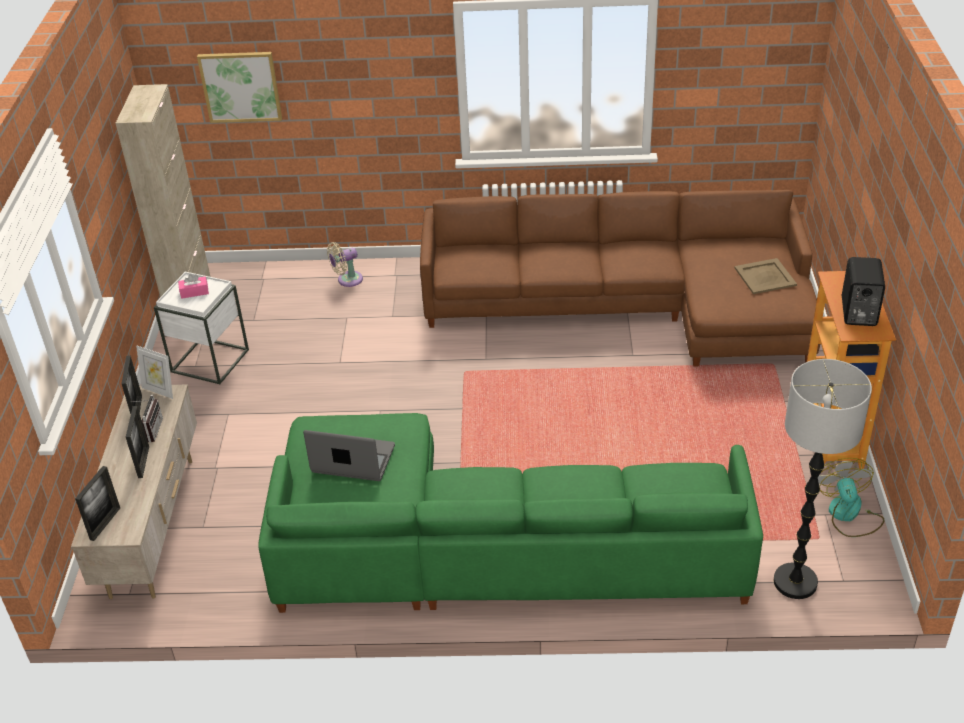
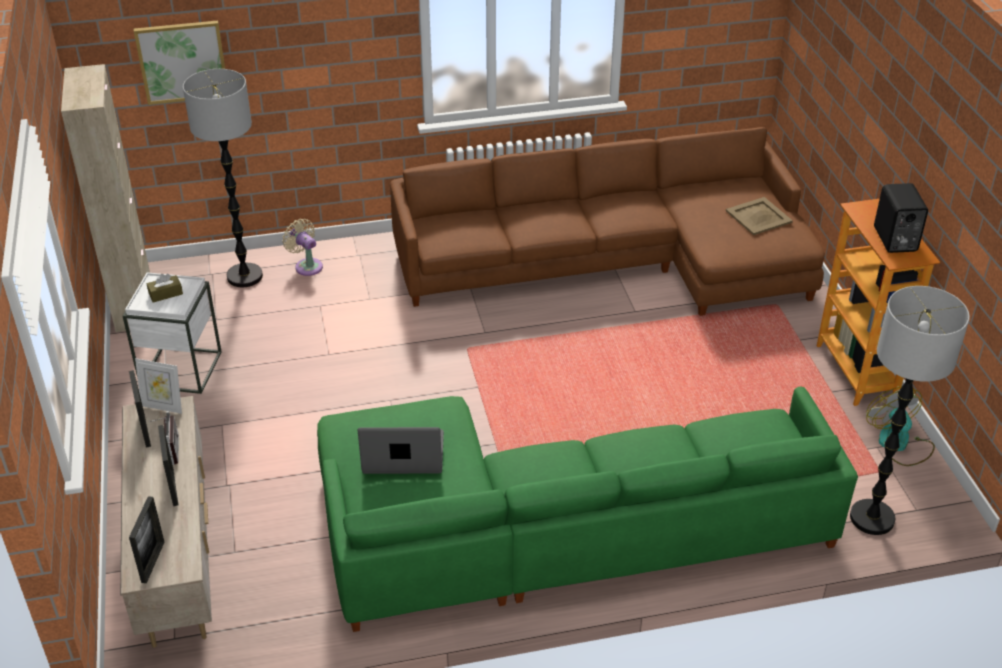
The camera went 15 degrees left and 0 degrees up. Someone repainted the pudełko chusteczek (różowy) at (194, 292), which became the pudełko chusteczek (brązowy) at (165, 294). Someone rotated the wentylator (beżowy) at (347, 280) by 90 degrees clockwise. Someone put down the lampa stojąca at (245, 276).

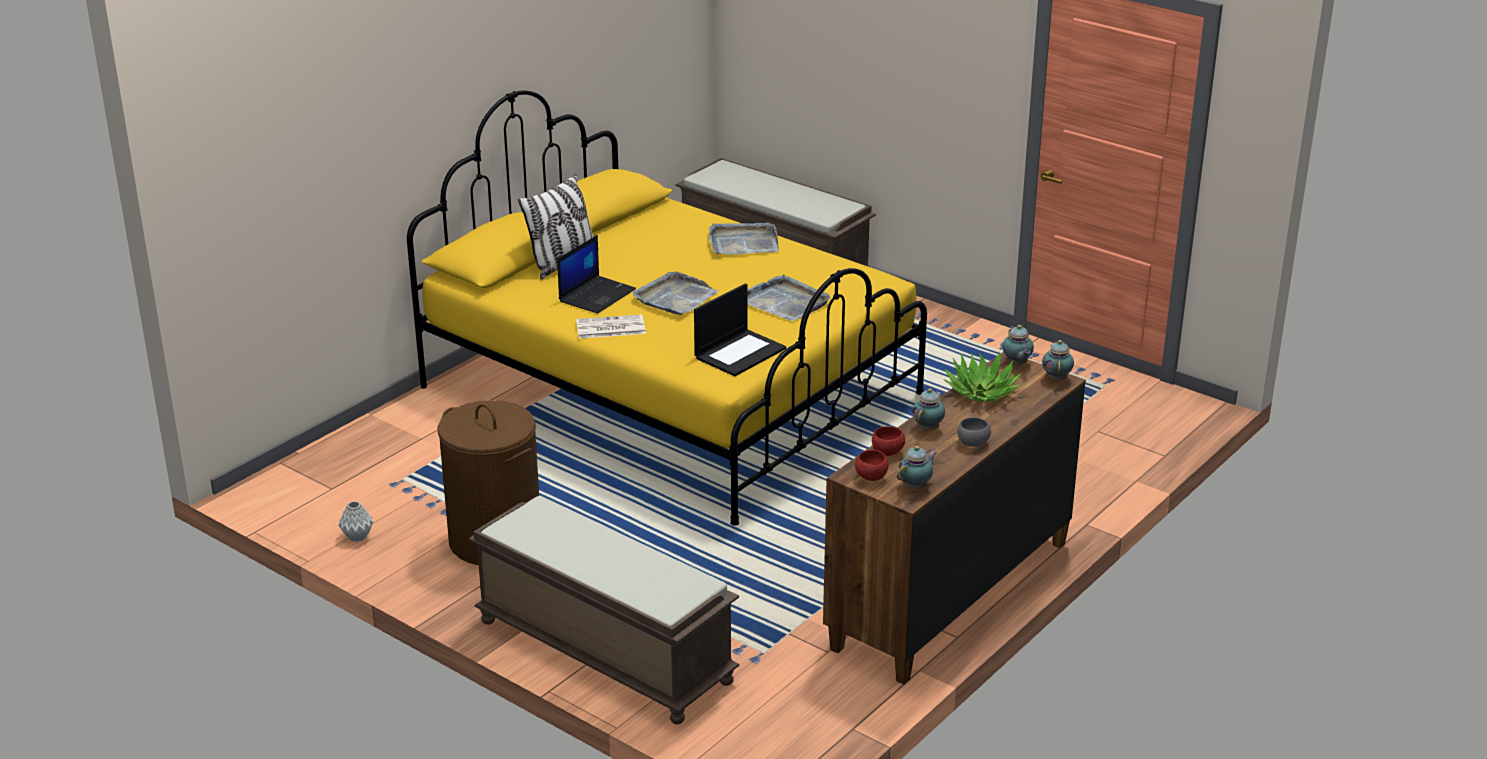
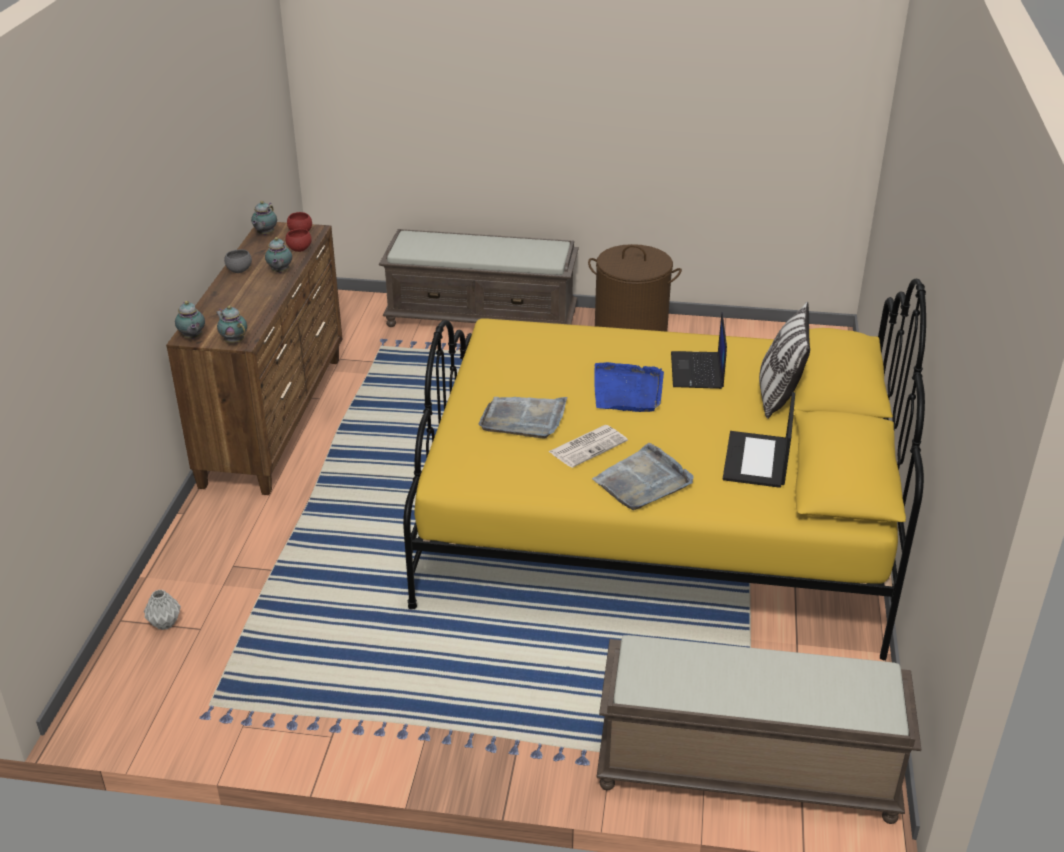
The camera went 150 degrees right and 5 degrees up. Someone carried the wazon (szary) from (357, 537) to (164, 623). Someone carried the gazeta from (609, 328) to (588, 446). Someone repainted the taca (szary) at (675, 297), which became the taca (niebieski) at (627, 391). Someone carried the laptop from (740, 352) to (757, 460). Someone took away the roślina doniczkowa at (981, 392).

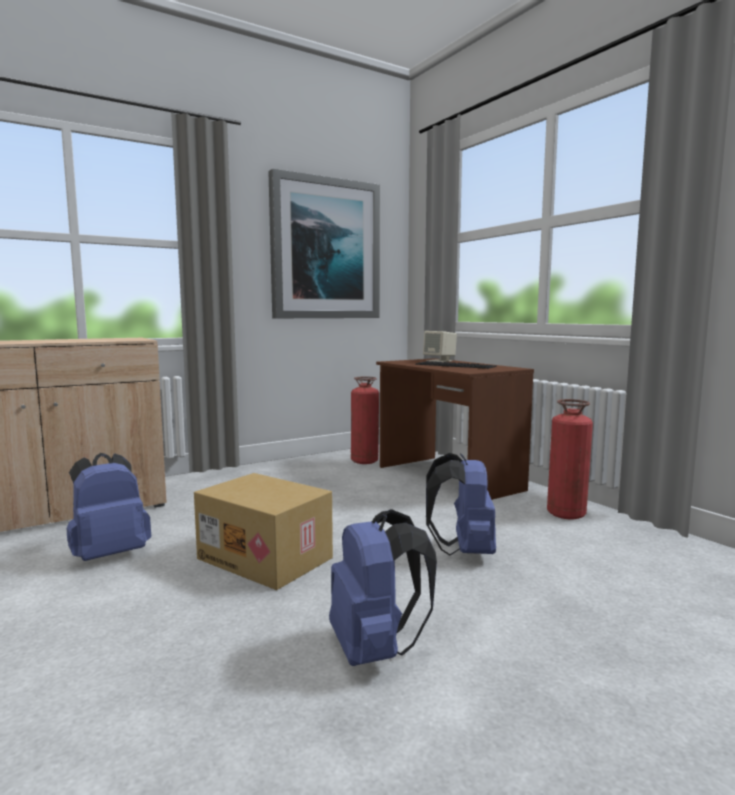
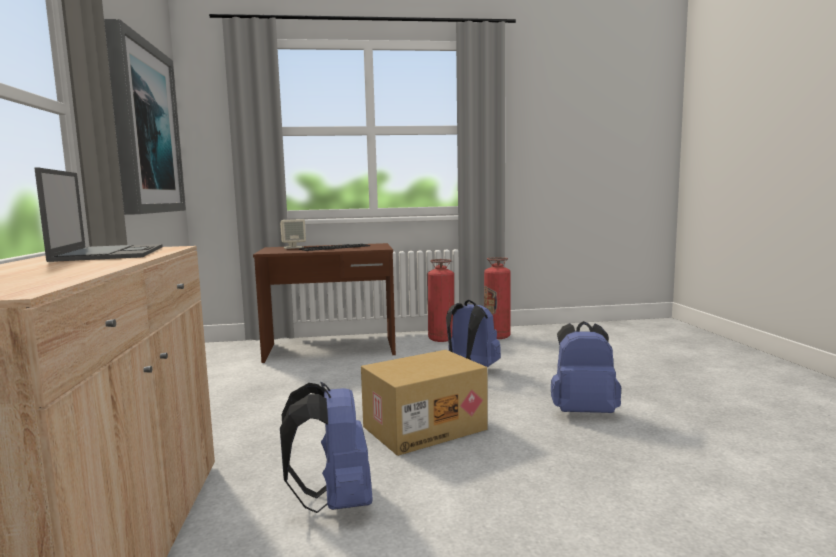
The camera went 65 degrees left and 0 degrees up. Someone carried the gaśnica from (364, 461) to (497, 336). Someone put down the laptop at (110, 253).

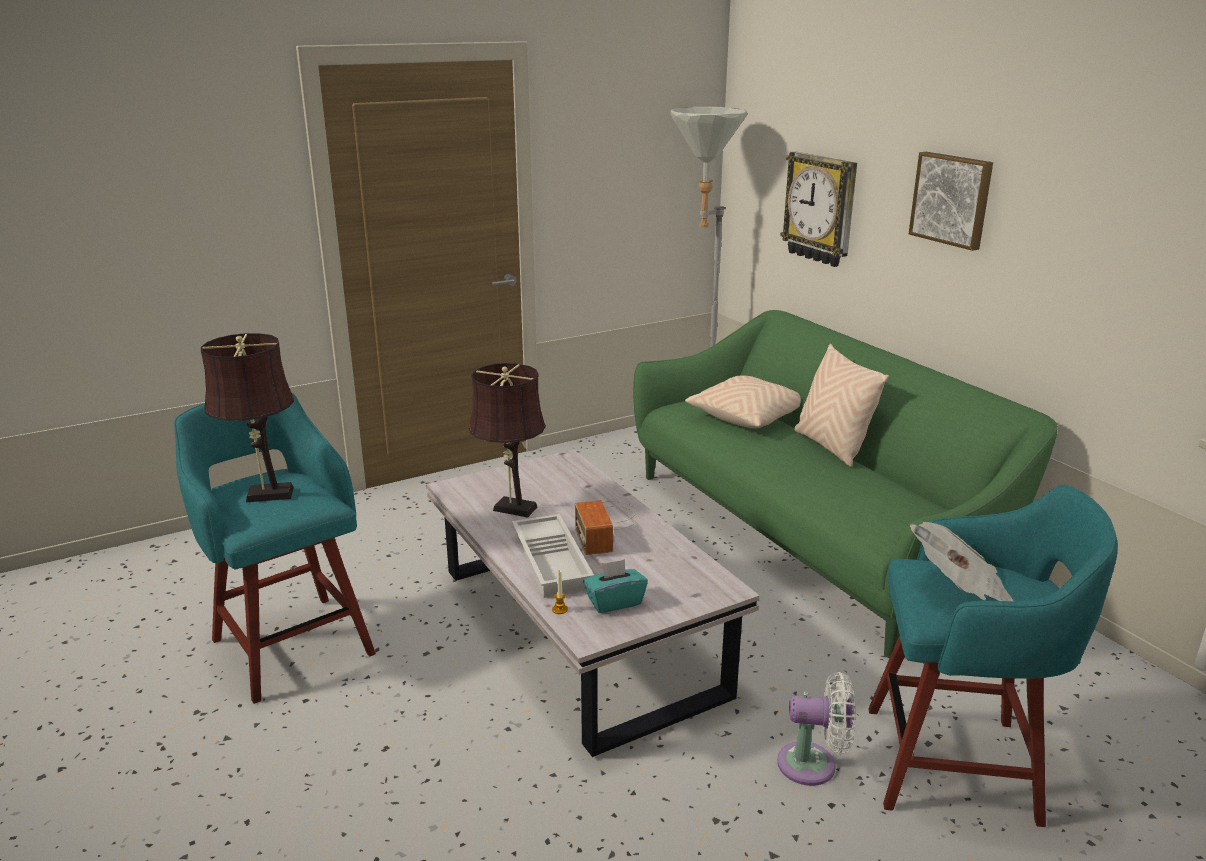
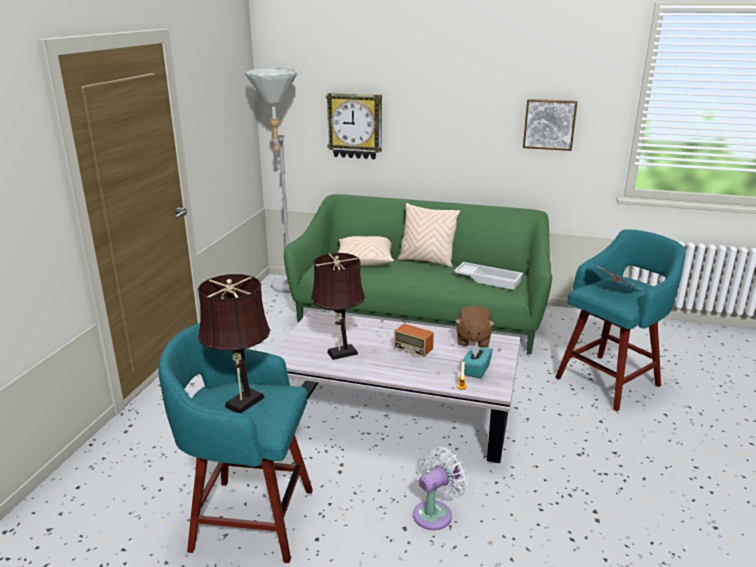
The camera went 45 degrees left and 0 degrees up. Someone carried the taca (biały) from (553, 562) to (488, 279). Someone carried the wentylator (biały) from (813, 765) to (436, 513). Someone carried the obraz from (952, 199) to (549, 124). Someone put down the pluszak (brązowy) at (473, 340).

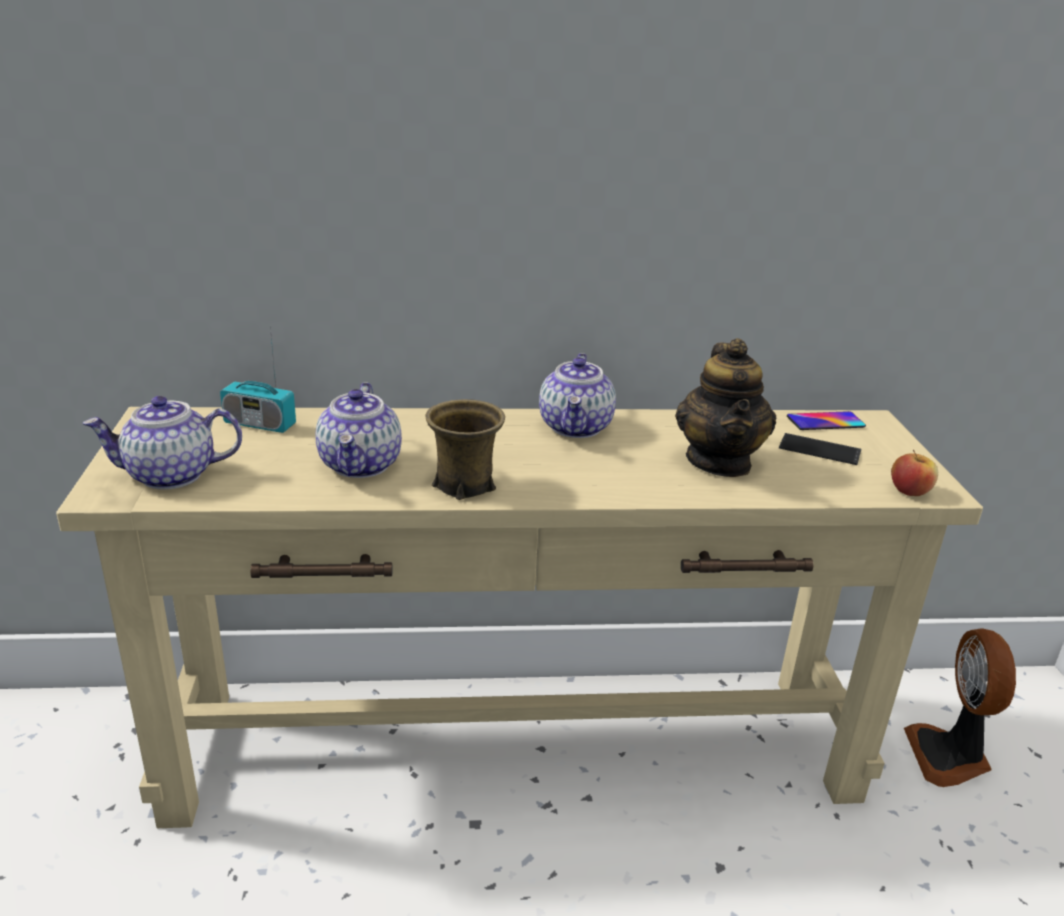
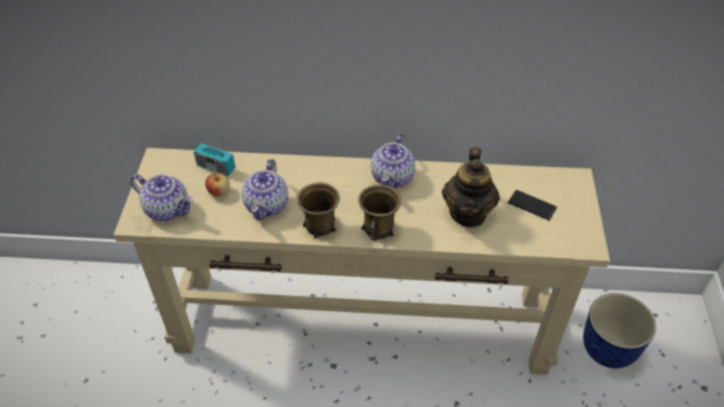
The camera went 10 degrees right and 20 degrees up. Someone rotated the imbryk at (170, 476) by 150 degrees counterclockwise. Someone took away the telefon at (825, 422). Someone carried the jabłko from (909, 491) to (219, 192). Someone swapped the wentylator at (949, 756) for the donica at (608, 351). Someone put down the kubek (brązowy) at (379, 228).

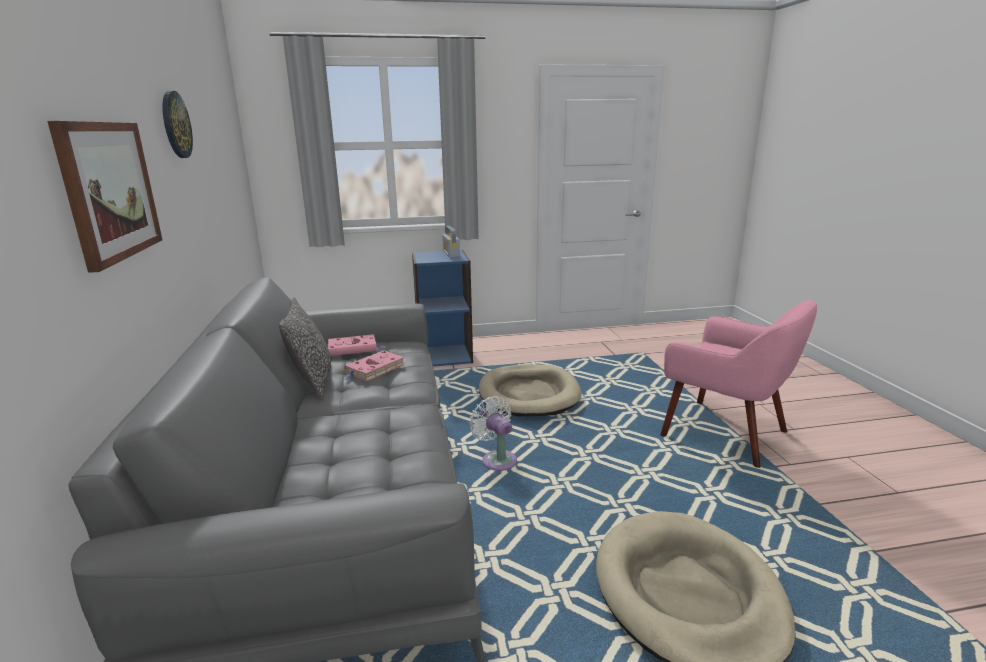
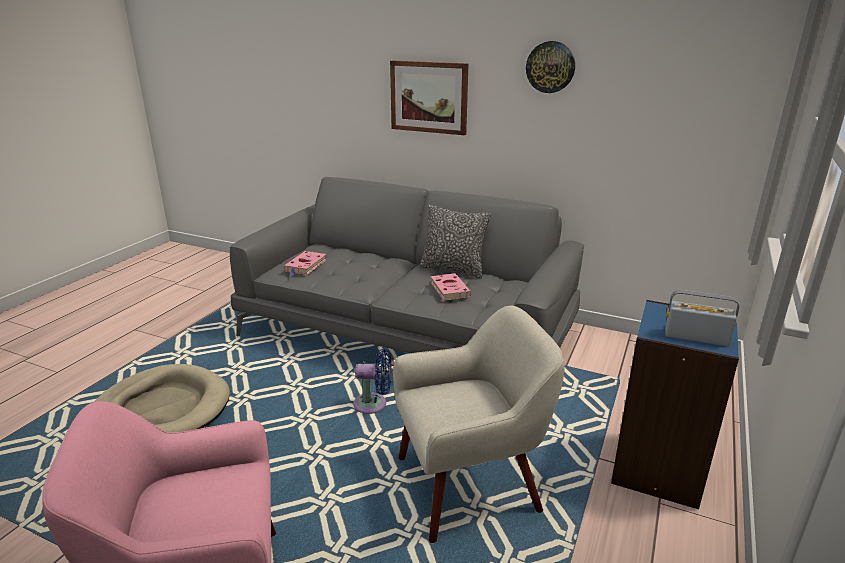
The camera went 125 degrees right and 5 degrees up. Someone carried the książka (różowy) from (354, 348) to (305, 266). Someone repainted the wentylator (biały) at (497, 459), which became the wentylator (niebieski) at (374, 404). Someone swapped the legowisko (beżowy) at (528, 394) for the fotel (beżowy) at (470, 484).

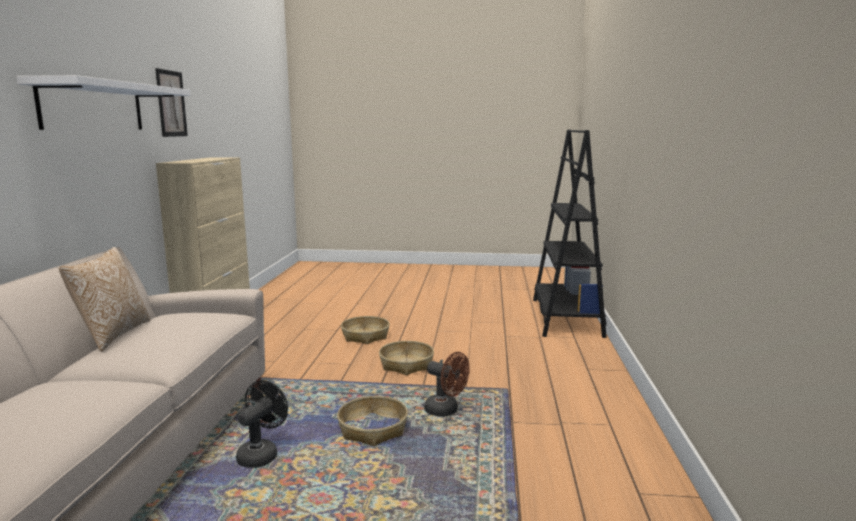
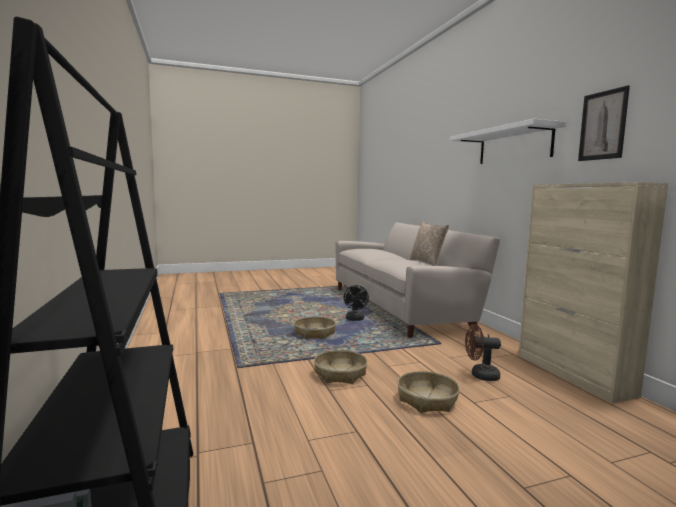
The camera went 155 degrees right and 5 degrees down. Someone carried the wentylator (brązowy) from (446, 411) to (480, 375).

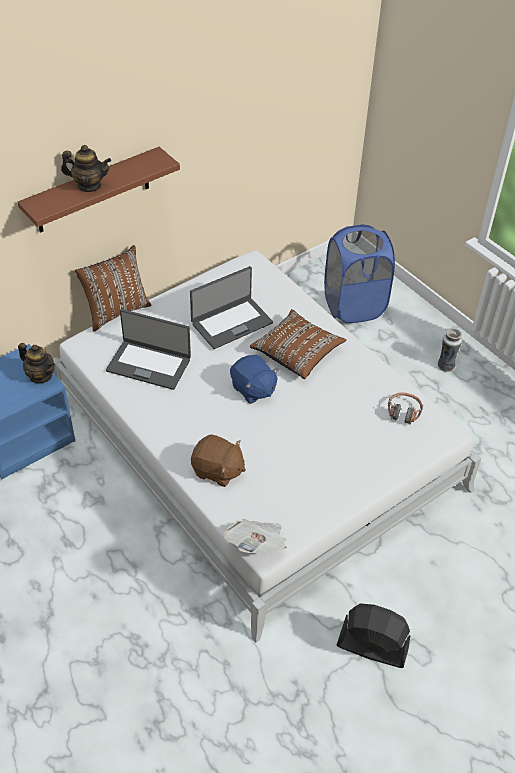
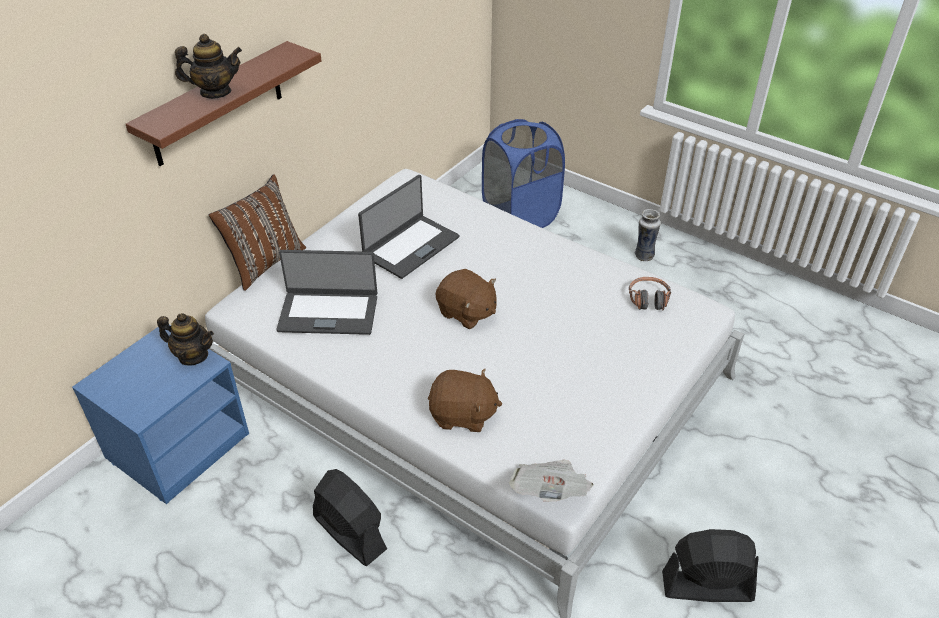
The camera went 15 degrees left and 5 degrees down. Someone repainted the pluszak (niebieski) at (253, 389), which became the pluszak (brązowy) at (466, 313). Someone took away the poduszka (brązowy) at (297, 353). Someone put down the wentylator (czarny) at (349, 532).

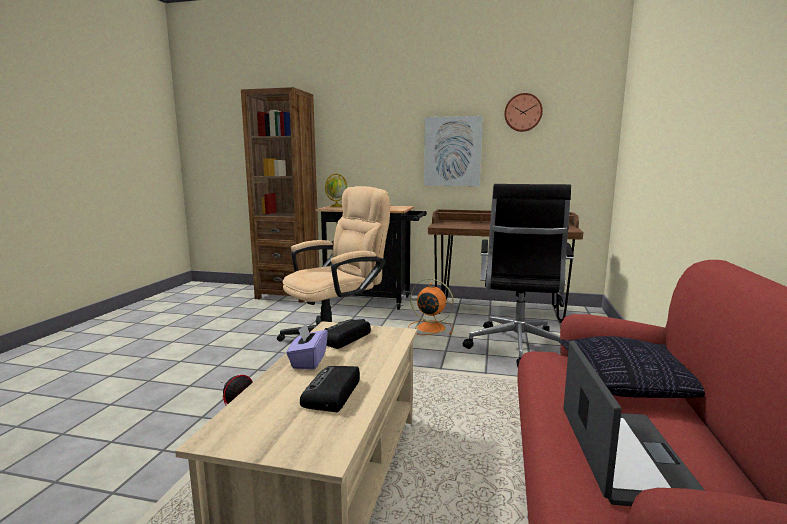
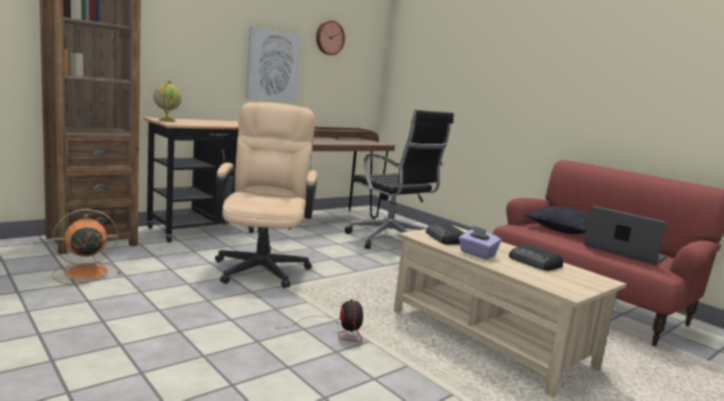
The camera went 55 degrees left and 0 degrees up. Someone carried the wentylator (pomarańczowy) from (429, 328) to (84, 273).

